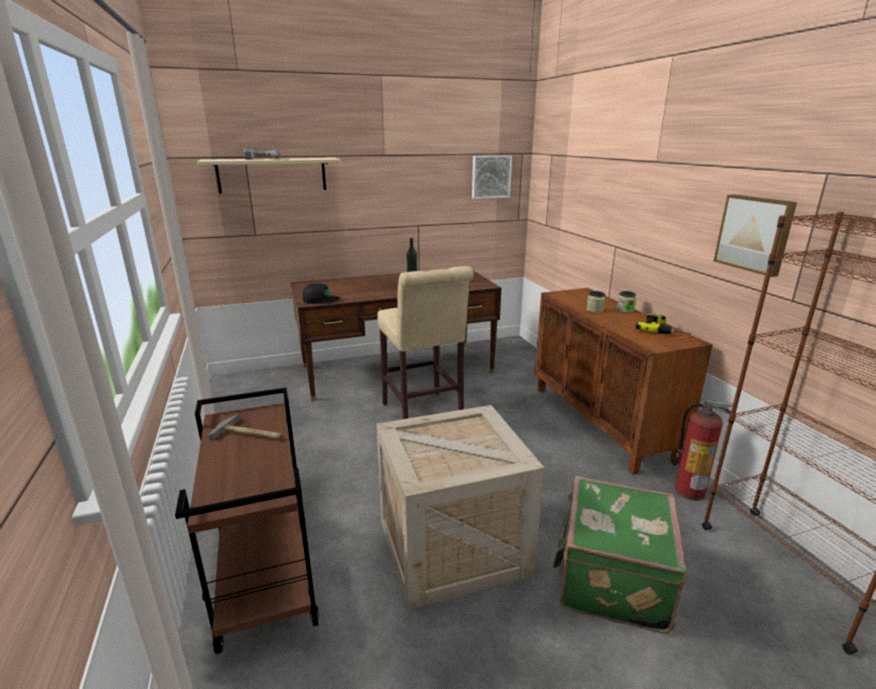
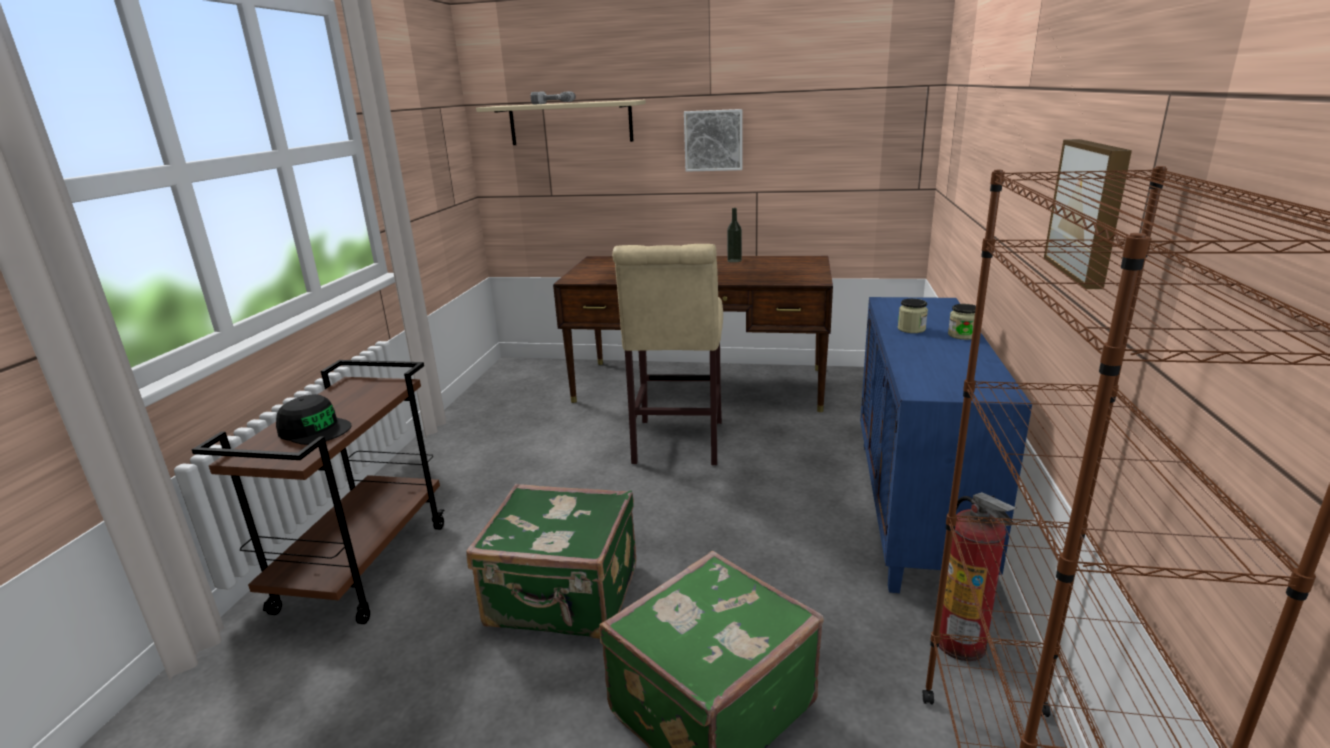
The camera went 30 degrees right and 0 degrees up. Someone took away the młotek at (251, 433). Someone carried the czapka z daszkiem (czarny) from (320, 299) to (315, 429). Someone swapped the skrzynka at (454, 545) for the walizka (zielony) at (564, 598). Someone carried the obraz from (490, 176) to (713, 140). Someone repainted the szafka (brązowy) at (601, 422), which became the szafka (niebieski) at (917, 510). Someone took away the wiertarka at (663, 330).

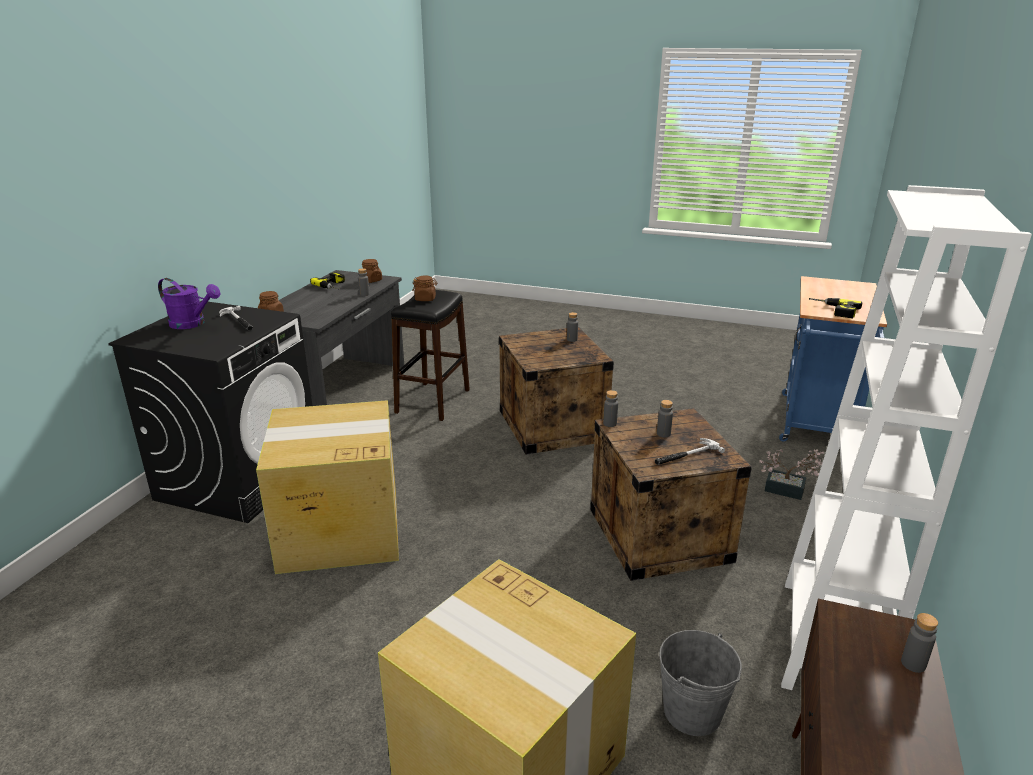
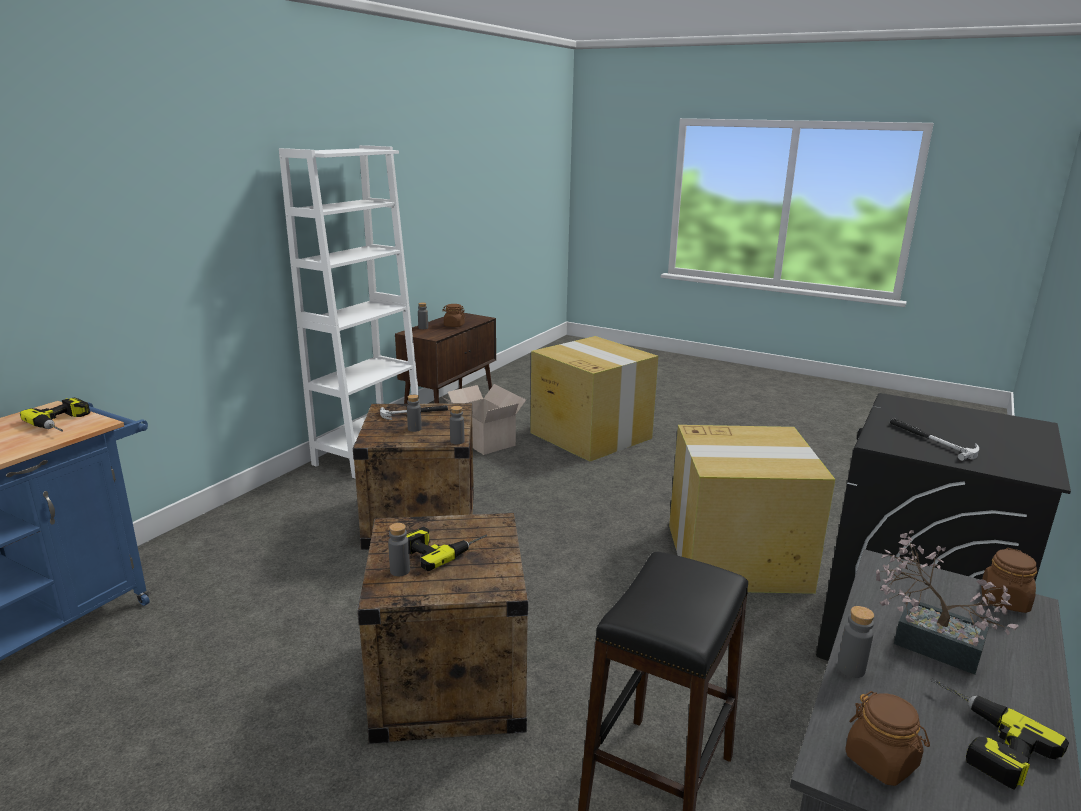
The camera went 170 degrees left and 5 degrees down. Someone took away the konewka (fioletowy) at (192, 324). Someone carried the słoik (brązowy) from (425, 299) to (454, 325). Someone swapped the wiadro (szary) at (692, 712) for the karton at (483, 440). Someone carried the roślina doniczkowa from (789, 491) to (927, 641). Someone put down the wiertarka at (443, 548).

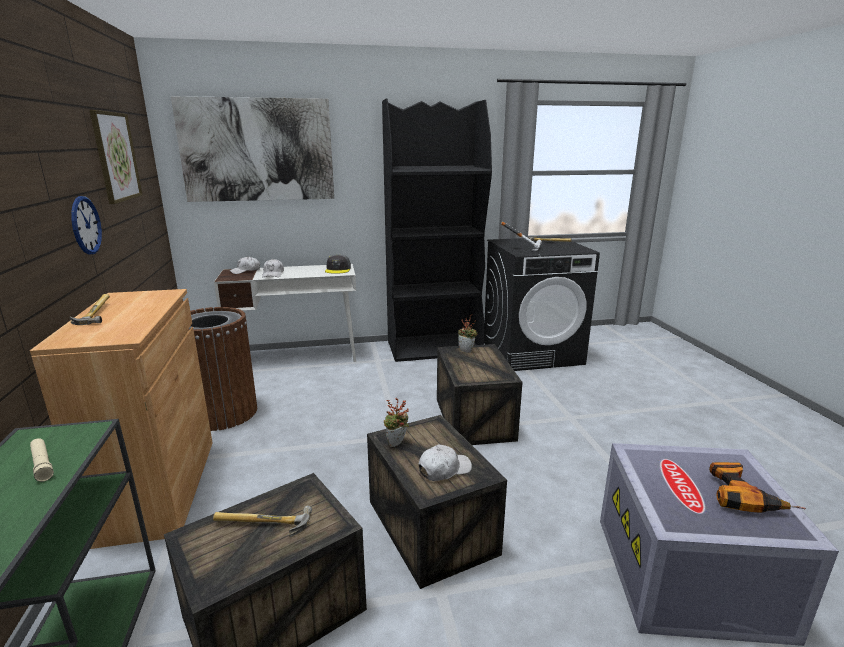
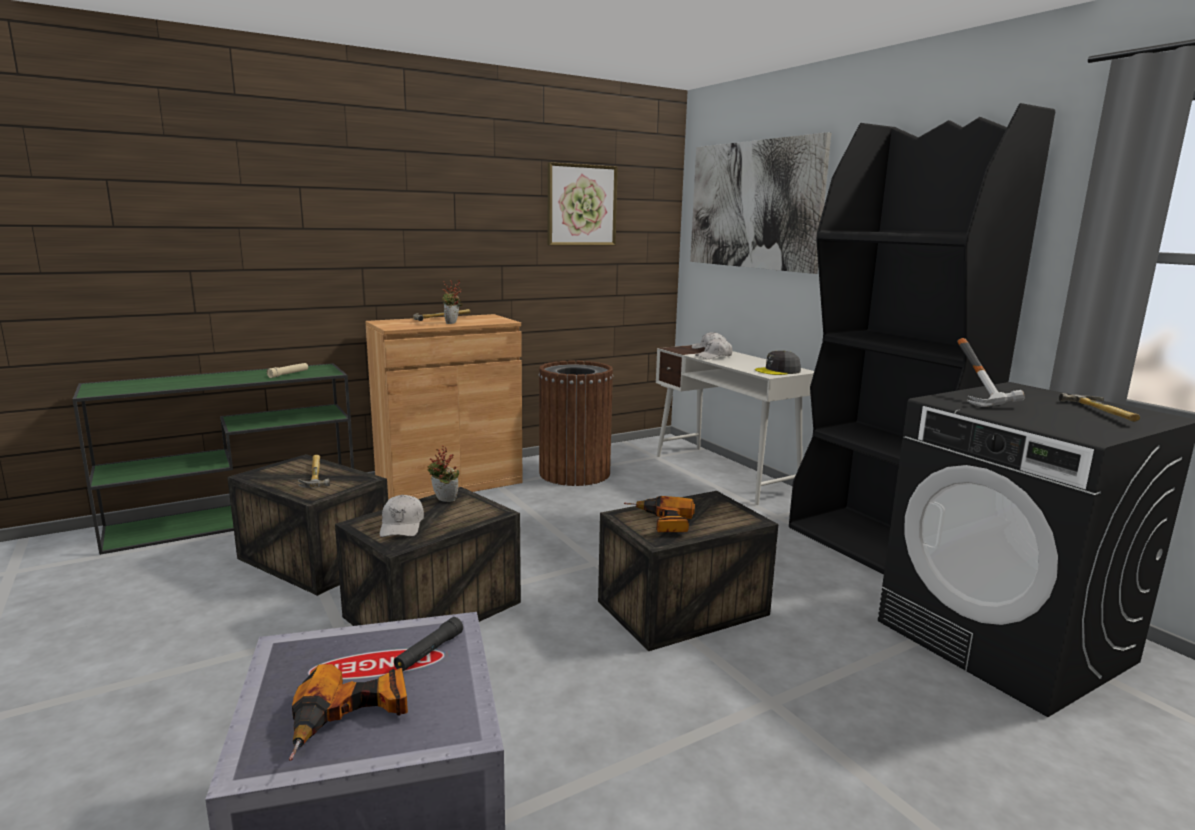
The camera went 70 degrees right and 5 degrees down. Someone took away the zegar ścienny at (85, 225). Someone rotated the czapka z daszkiem (biały) at (444, 469) by 45 degrees clockwise. Someone carried the roślina doniczkowa from (467, 350) to (452, 323). Someone put down the latarka (czarny) at (429, 652). Someone put down the wiertarka at (662, 523).

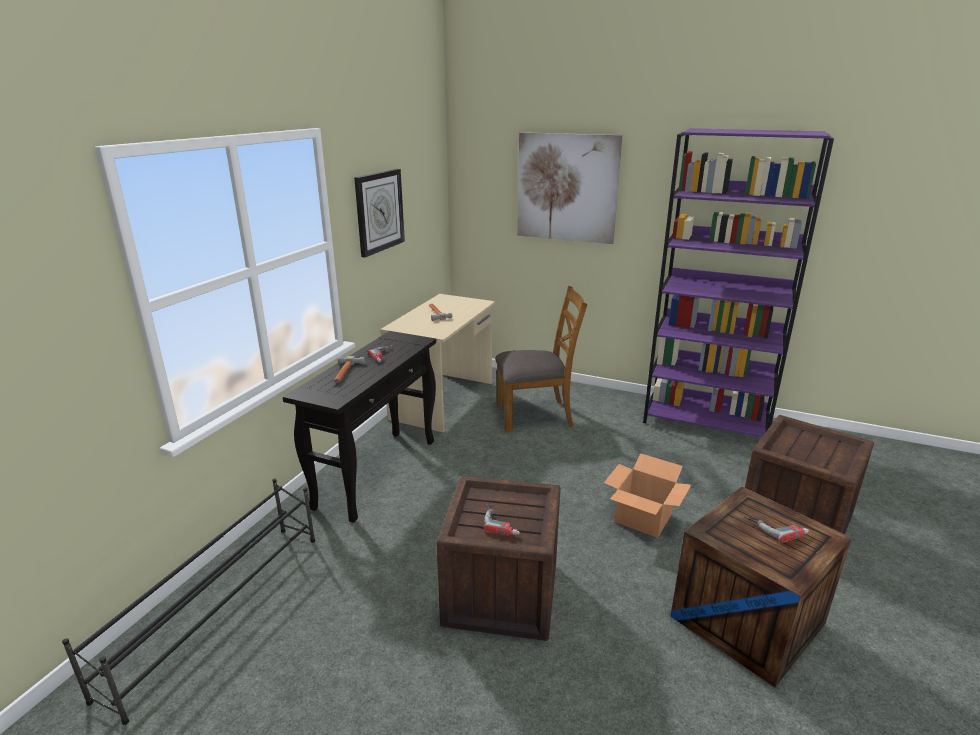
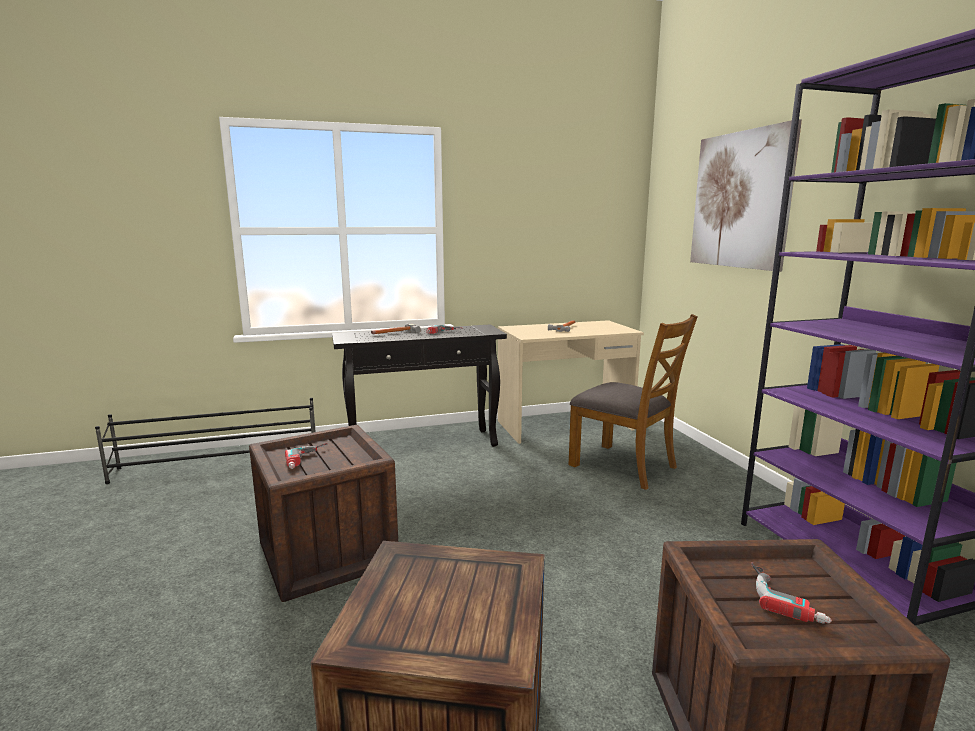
The camera went 50 degrees right and 10 degrees down. Someone took away the zegar ścienny at (379, 211). Someone took away the karton at (644, 518). Someone carried the wiertarka from (775, 527) to (787, 597).

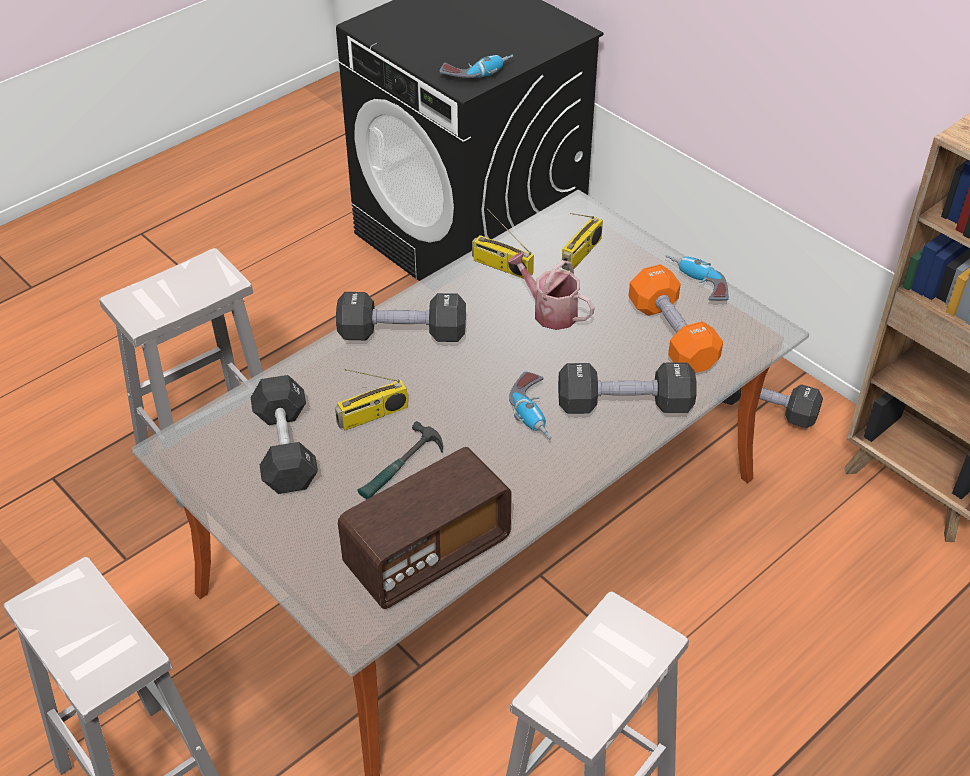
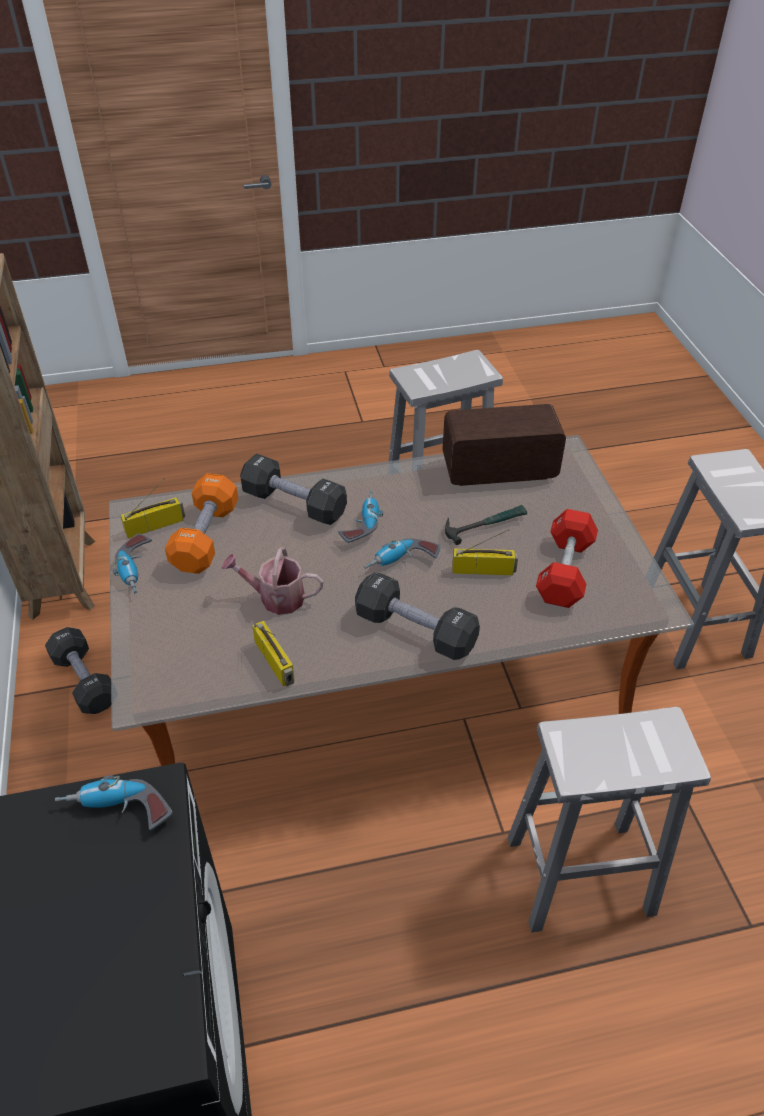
The camera went 150 degrees left and 0 degrees up. Someone repainted the hantel (czarny) at (285, 449), which became the hantel (czerwony) at (564, 571). Someone rotated the konewka at (550, 311) by 120 degrees clockwise. Someone carried the radio from (581, 254) to (155, 525). Someone put down the wiertarka at (401, 563).

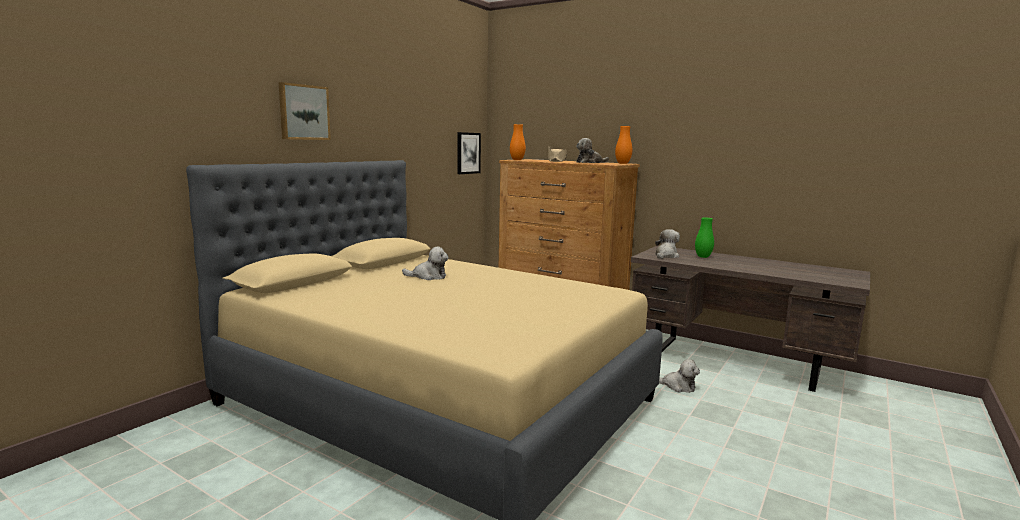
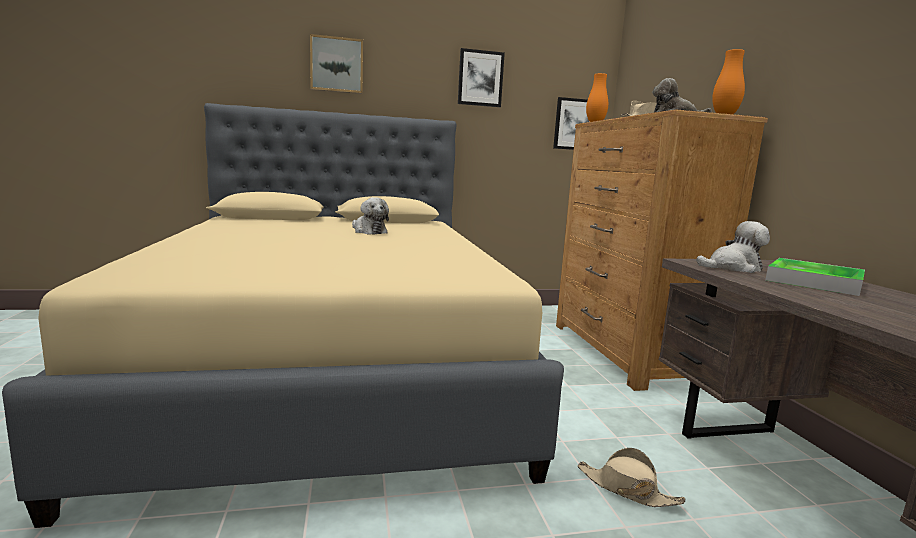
The camera went 45 degrees right and 0 degrees up. Someone swapped the pluszak at (677, 386) for the kapelusz (beżowy) at (626, 489). Someone swapped the wazon (zielony) at (703, 257) for the taca at (813, 282). Someone put up the obraz at (480, 78).

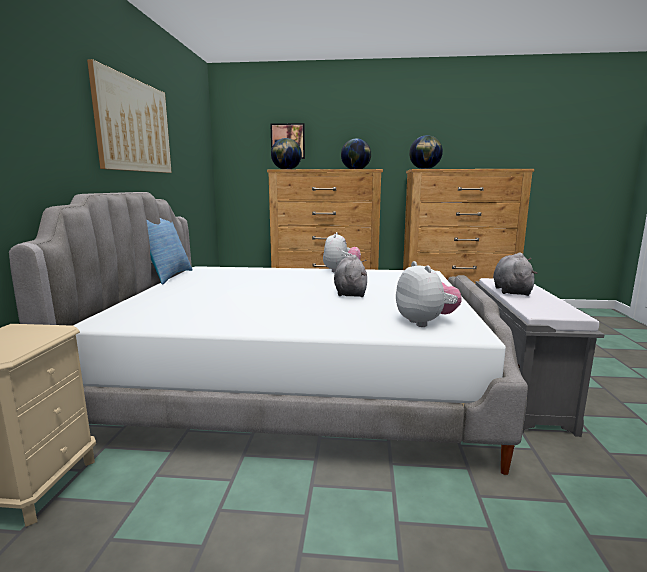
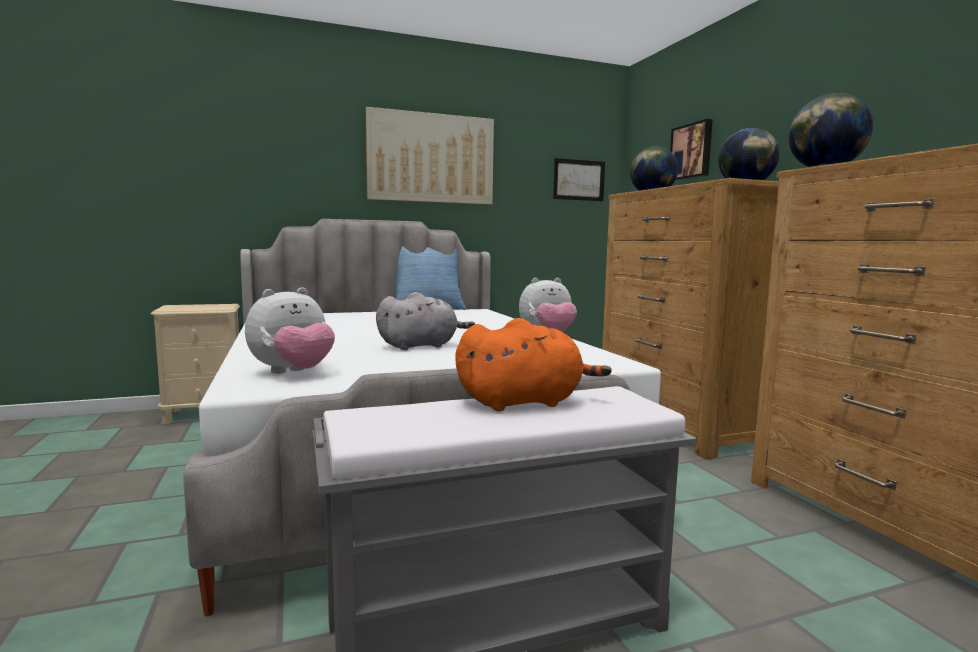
The camera went 65 degrees right and 5 degrees down. Someone repainted the pluszak (szary) at (511, 291), which became the pluszak (pomarańczowy) at (524, 402). Someone put up the obraz at (579, 180).

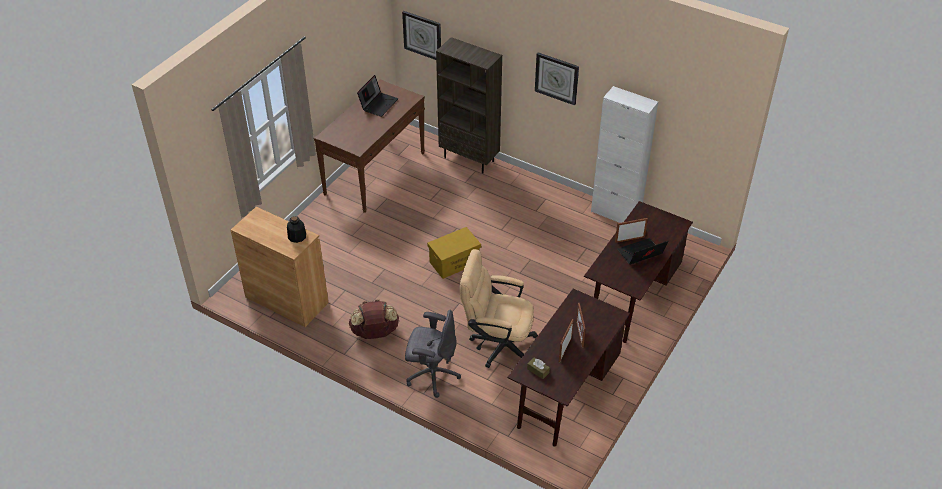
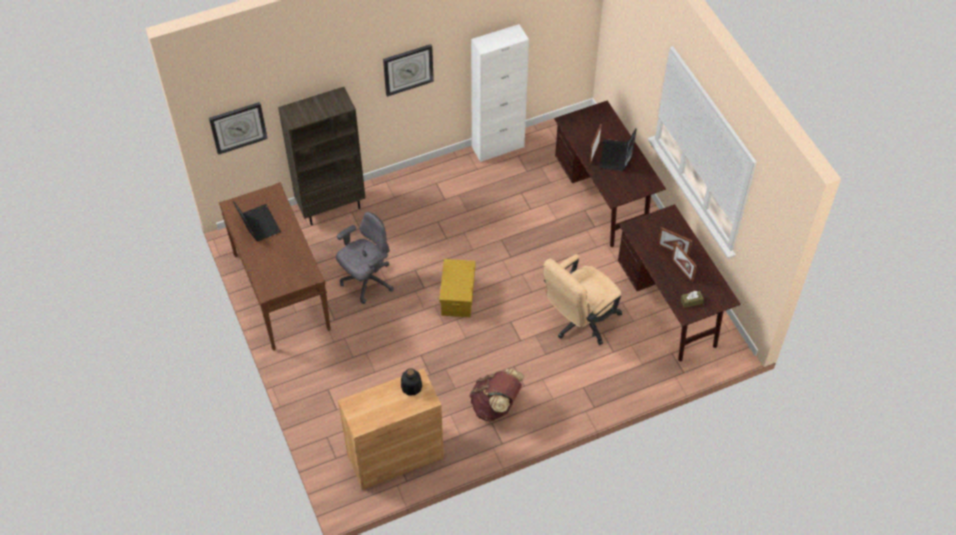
The camera went 55 degrees left and 10 degrees up. Someone carried the krzesło biurowe (szary) from (432, 375) to (367, 281).

